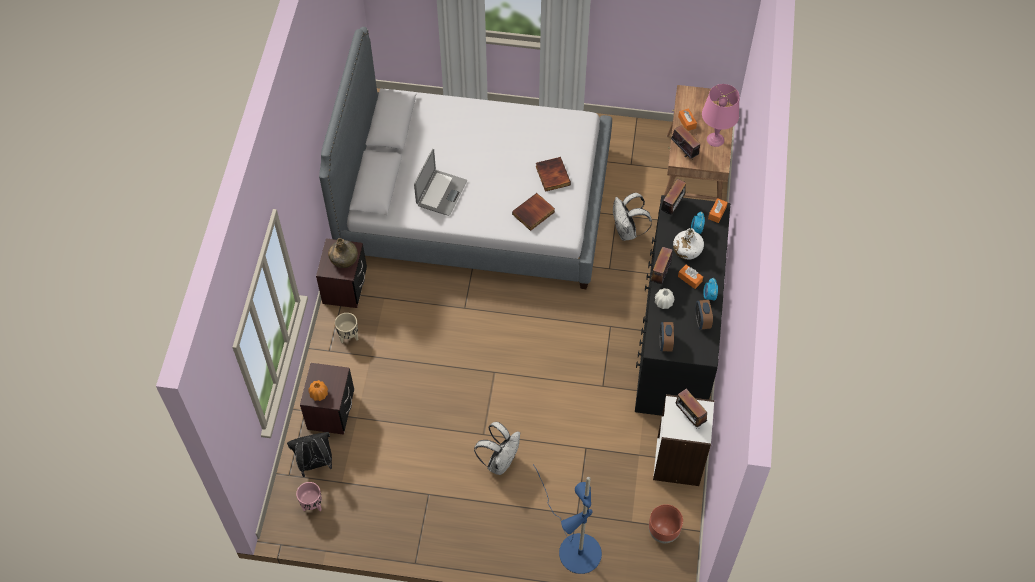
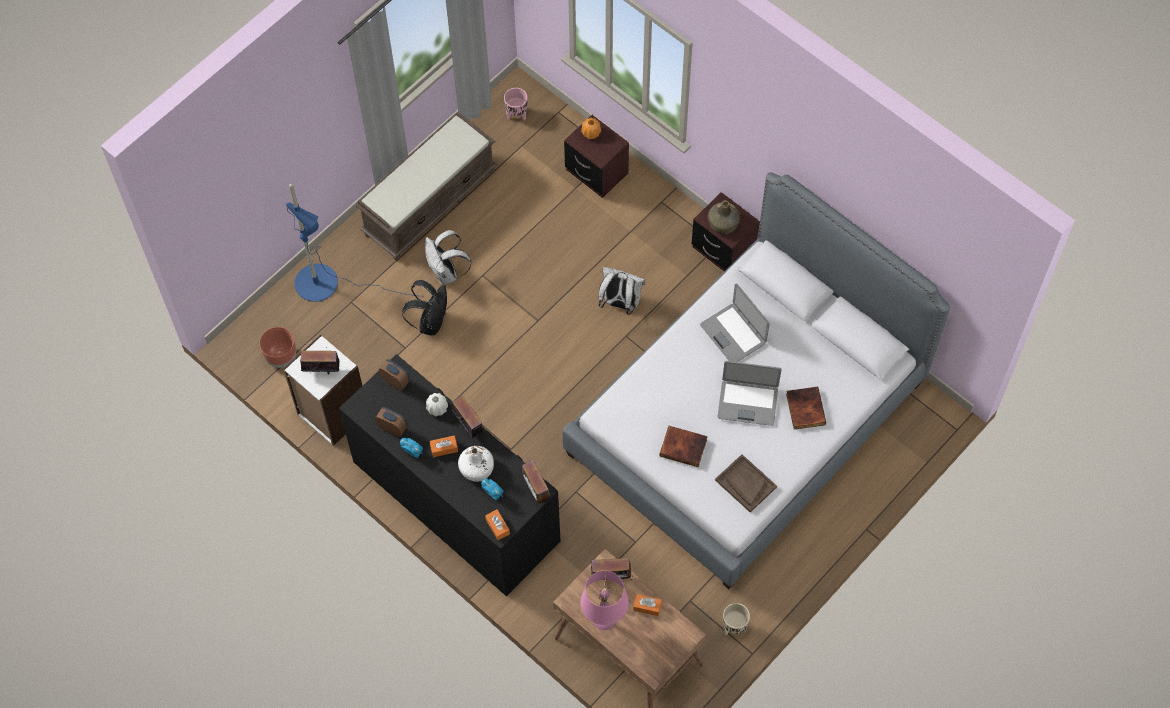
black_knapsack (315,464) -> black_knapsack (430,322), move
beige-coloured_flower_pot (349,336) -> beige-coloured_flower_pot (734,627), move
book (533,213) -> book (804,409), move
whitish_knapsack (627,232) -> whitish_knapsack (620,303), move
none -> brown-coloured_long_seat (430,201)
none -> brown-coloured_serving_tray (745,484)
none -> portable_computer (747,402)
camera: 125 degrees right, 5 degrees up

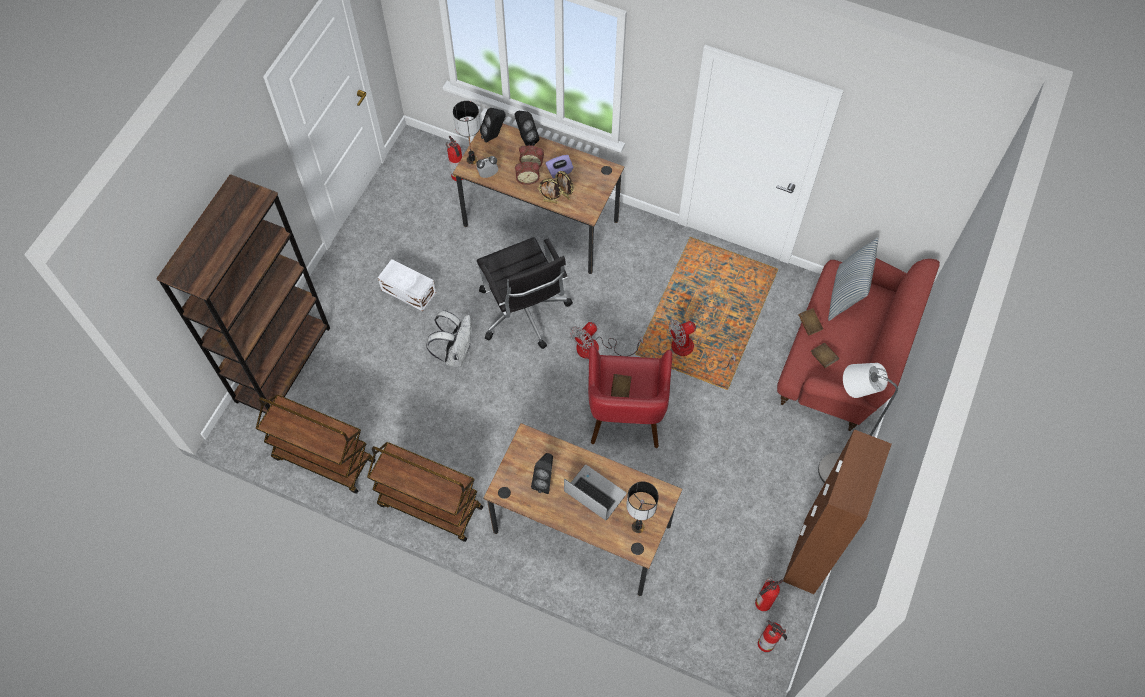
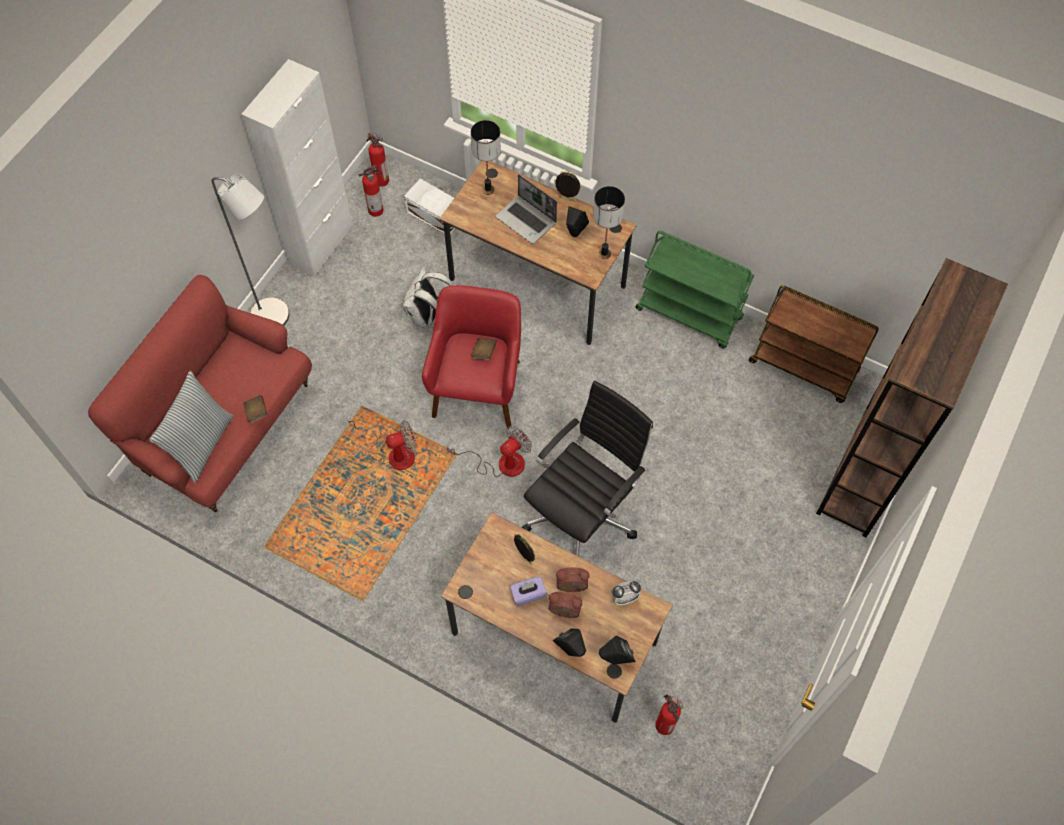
brown-coloured_trolley (429,506) -> green-coloured_trolley (690,314)
whitish_storage_bin (409,292) -> whitish_storage_bin (435,214), move
whitish_knapsack (456,353) -> whitish_knapsack (428,316), move
table_lamp (471,160) -> table_lamp (604,254), move
black_desk_chair (524,313) -> black_desk_chair (583,514), 60 degrees clockwise
photo_frame (550,201) -> photo_frame (567,199), move
brown-coloured_cabinet (809,555) -> whitish_cabinet (321,244)
brown-coloured_book (823,358) -> none
camera: 175 degrees left, 0 degrees up

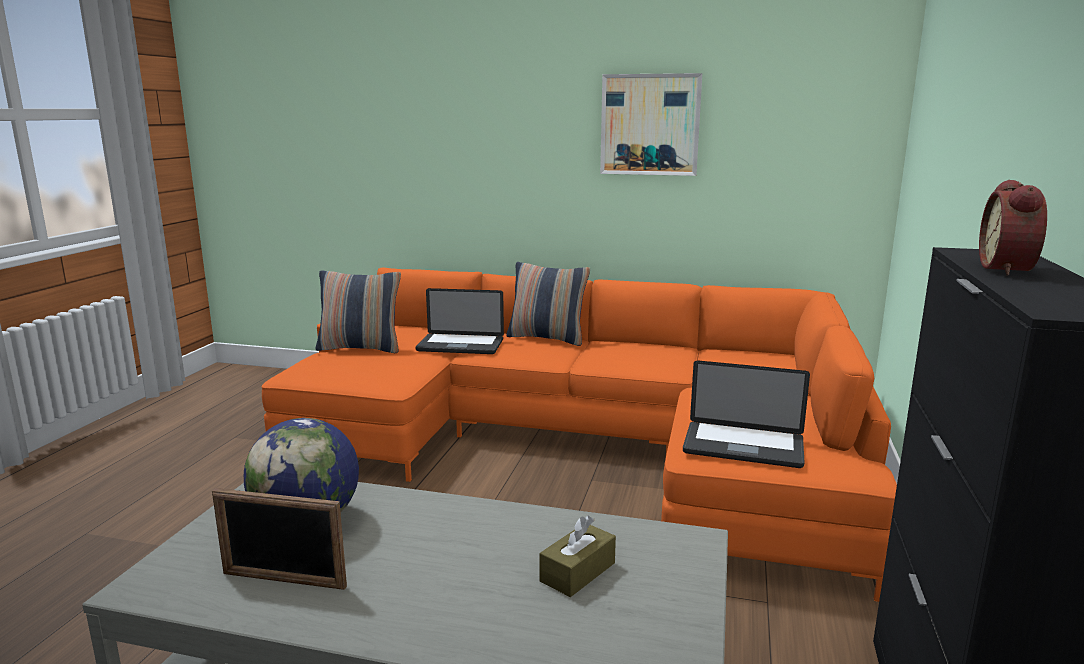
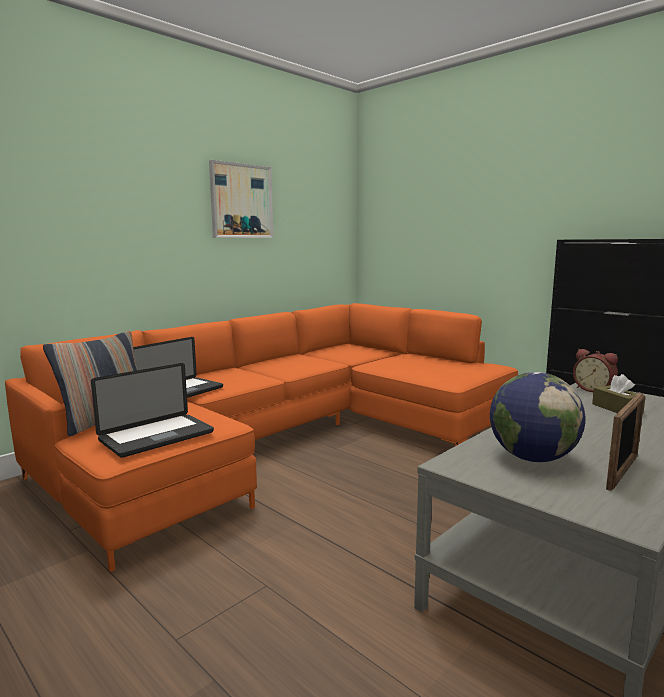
pillow (547,338) -> none
portable_computer (743,446) -> portable_computer (157,436), move
bedside_clock (1010,269) -> bedside_clock (594,389), move
camera: 60 degrees left, 5 degrees down

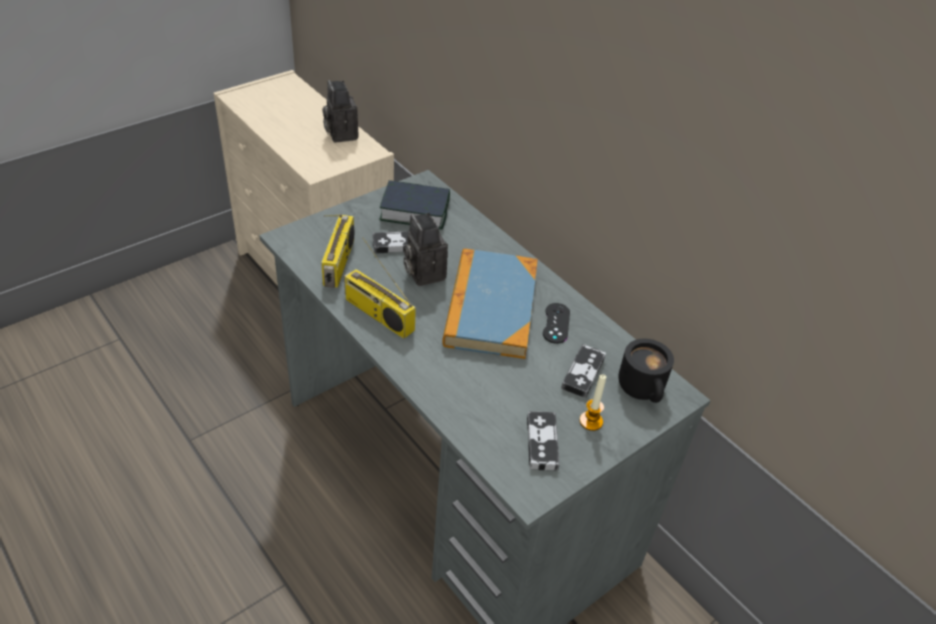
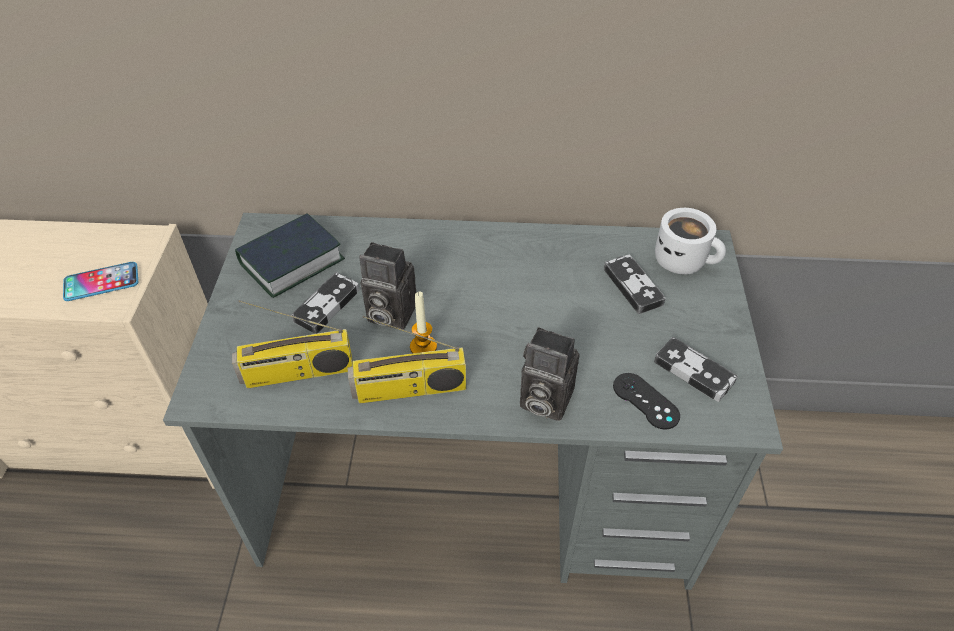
radio_receiver (339,263) -> radio_receiver (297,373), 120 degrees clockwise
still_camera (340,134) -> still_camera (542,400), move
book (491,307) -> none
black_game_controller (556,323) -> black_game_controller (645,401), move
candle (591,421) -> candle (423,347), move
black_mug (644,388) -> whitish_mug (684,260)
none -> phone (101,282)
camera: 45 degrees left, 5 degrees up

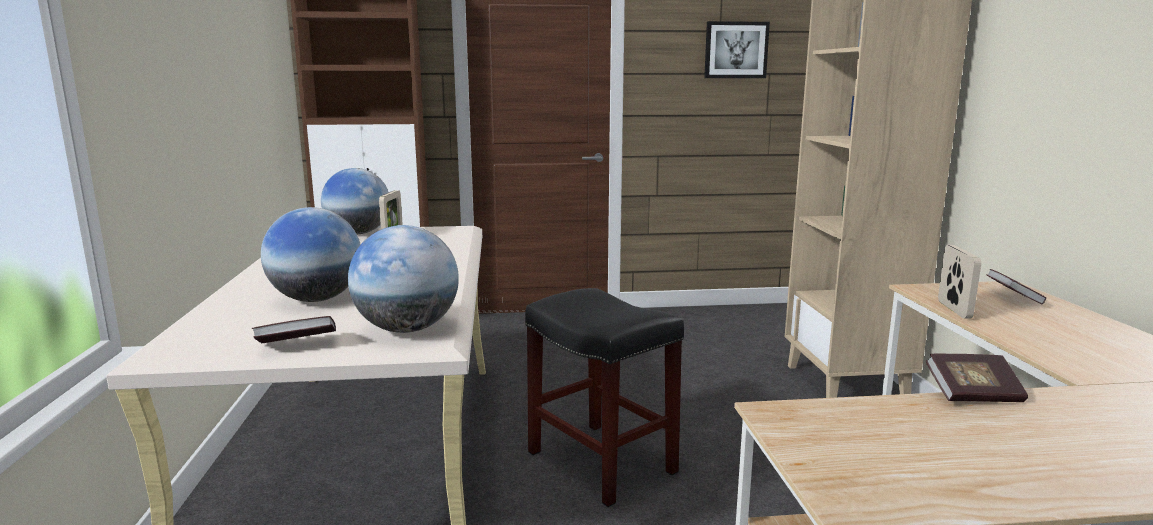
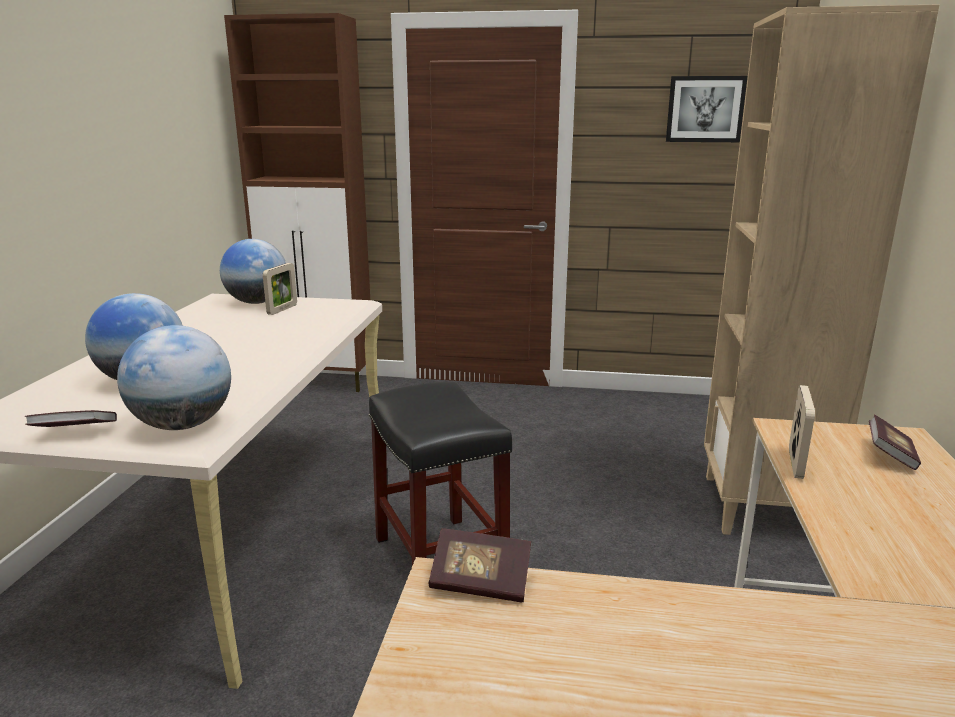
book (973,395) -> book (480,582), move
camera: 15 degrees right, 5 degrees up

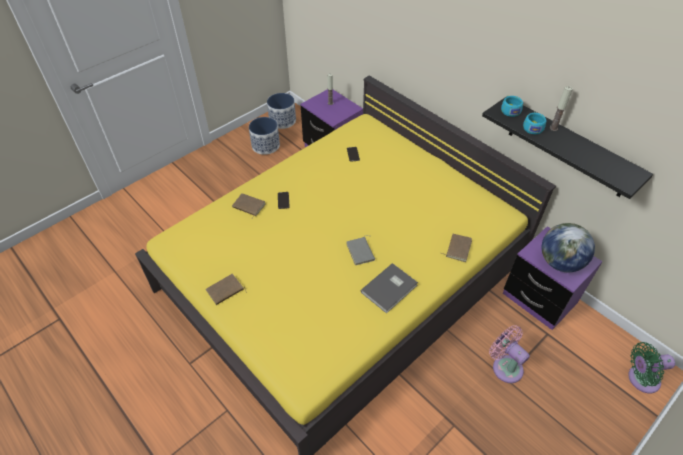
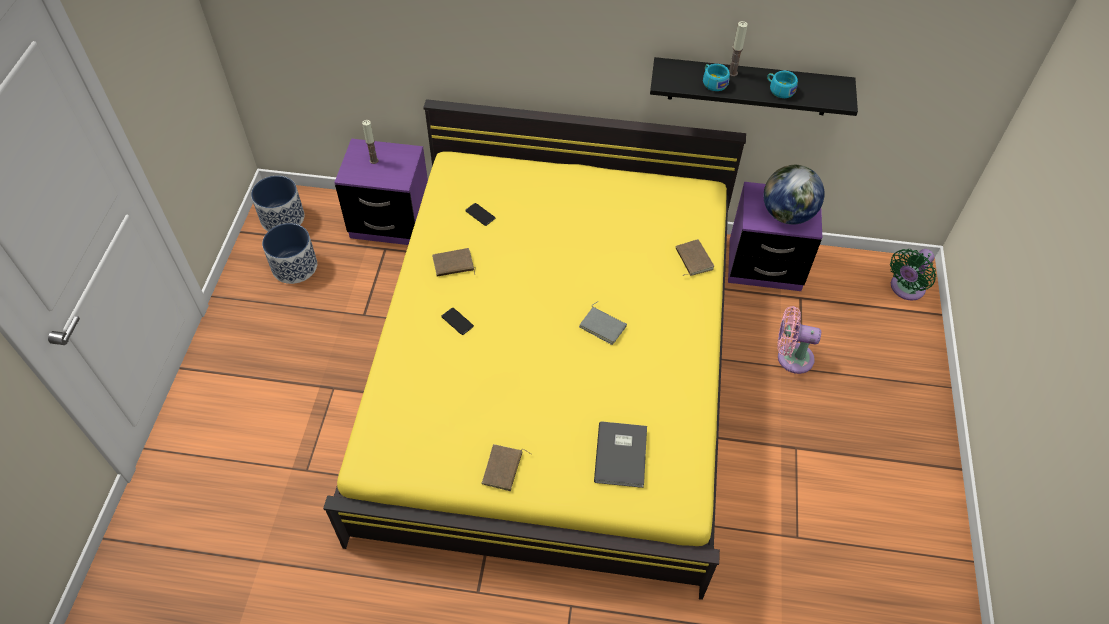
brown-coloured_book (248,206) -> brown-coloured_book (453,265), move
grey_book (390,289) -> grey_book (622,454), move
blue-green_small_cup (509,110) -> blue-green_small_cup (779,89), move
camera: 40 degrees left, 5 degrees up

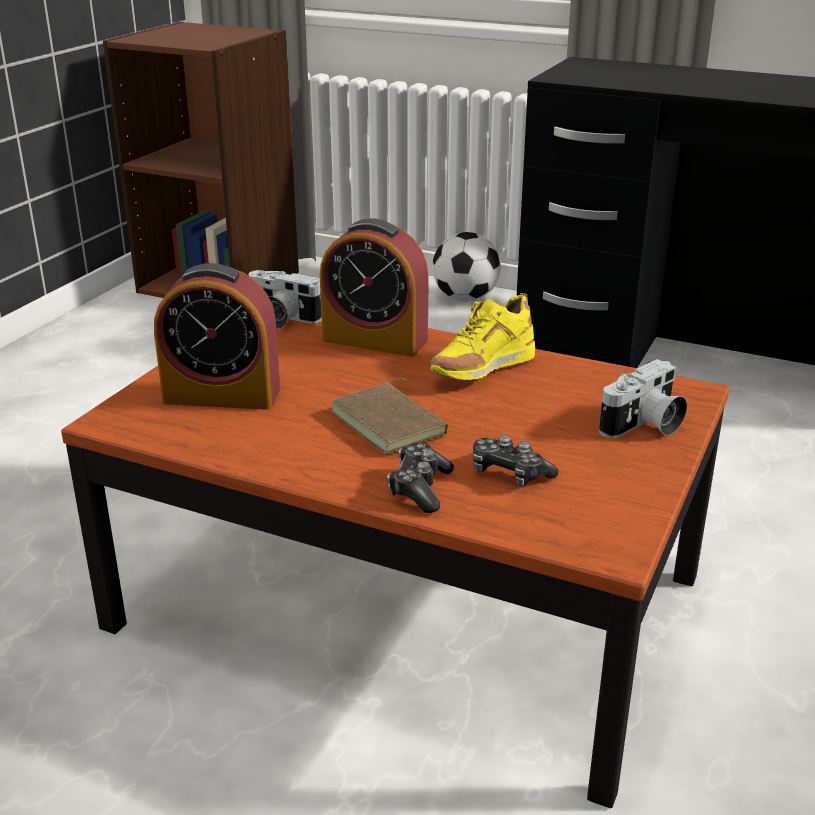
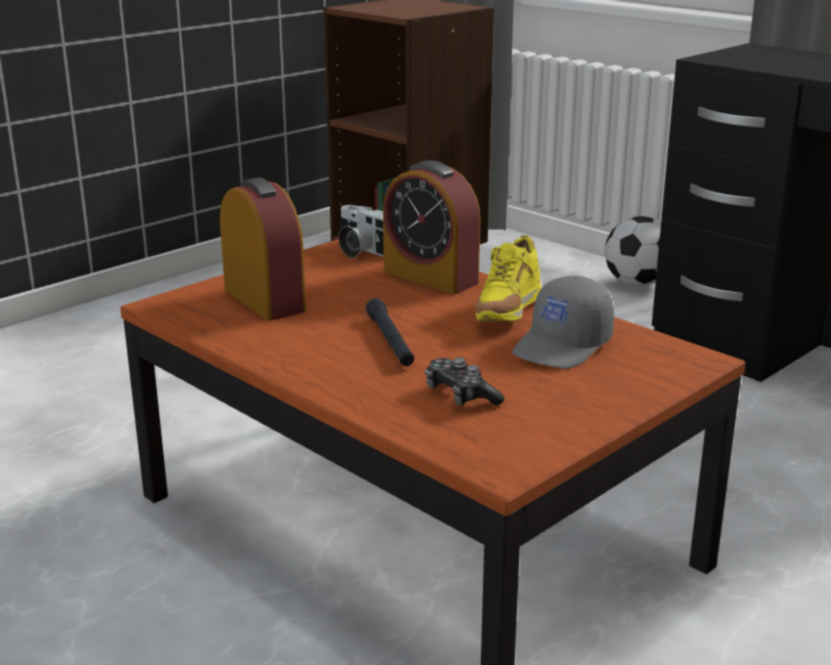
bedside_clock (222,395) -> bedside_clock (264,300), 150 degrees counterclockwise
brown-coloured_book (392,423) -> black_torch (390,341)
game_controller (420,488) -> none
yellowish_item_of_footwear (481,371) -> yellowish_item_of_footwear (506,314), 45 degrees counterclockwise
still_camera (644,426) -> none
none -> grey_cap (563,346)
camera: 20 degrees right, 5 degrees down

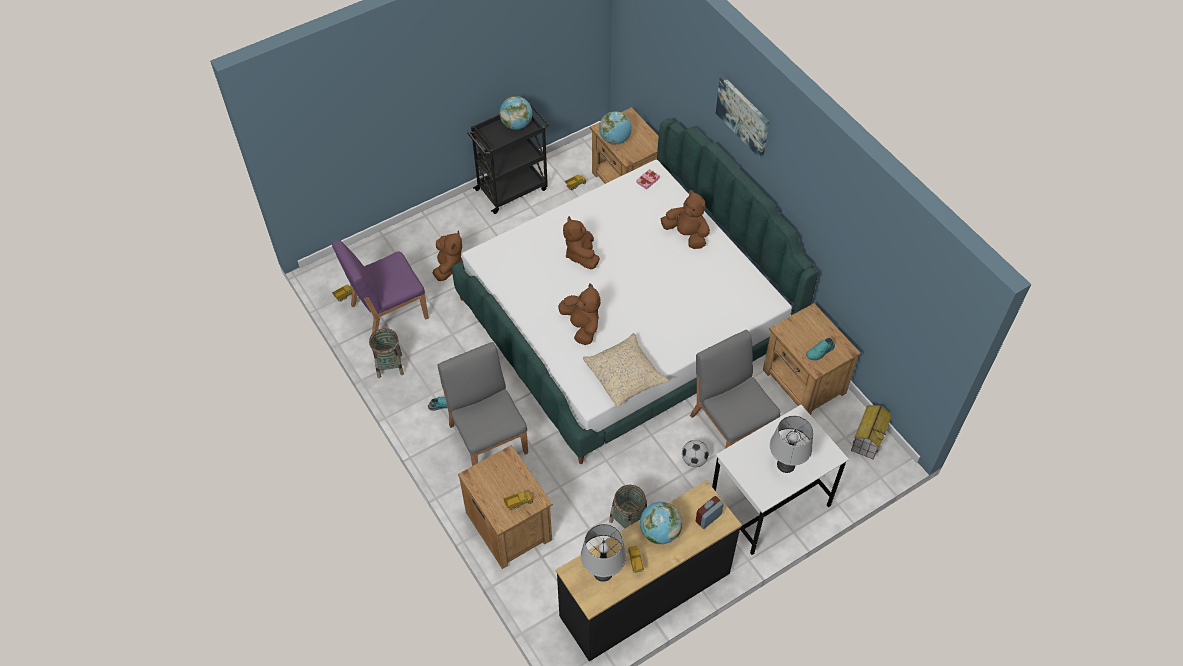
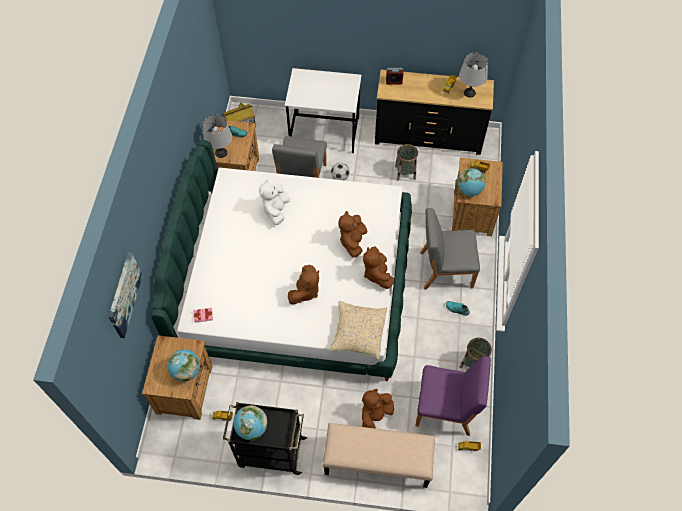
grey_plain_chair (488,437) -> grey_plain_chair (445,269), 75 degrees clockwise
beige-coloured_pillow (625,376) -> beige-coloured_pillow (358,332), move
world_globe (659,532) -> world_globe (469,190), move
brown-coloured_soft_toy (686,235) -> brown-coloured_soft_toy (377,273), move
wall_art (743,116) -> wall_art (124,295), move
grey_table_lamp (785,465) -> grey_table_lamp (221,153), move
none -> whitish_soft_toy (276,210)
none -> beige-coloured_long_seat (377,462)
camera: 140 degrees left, 5 degrees up

